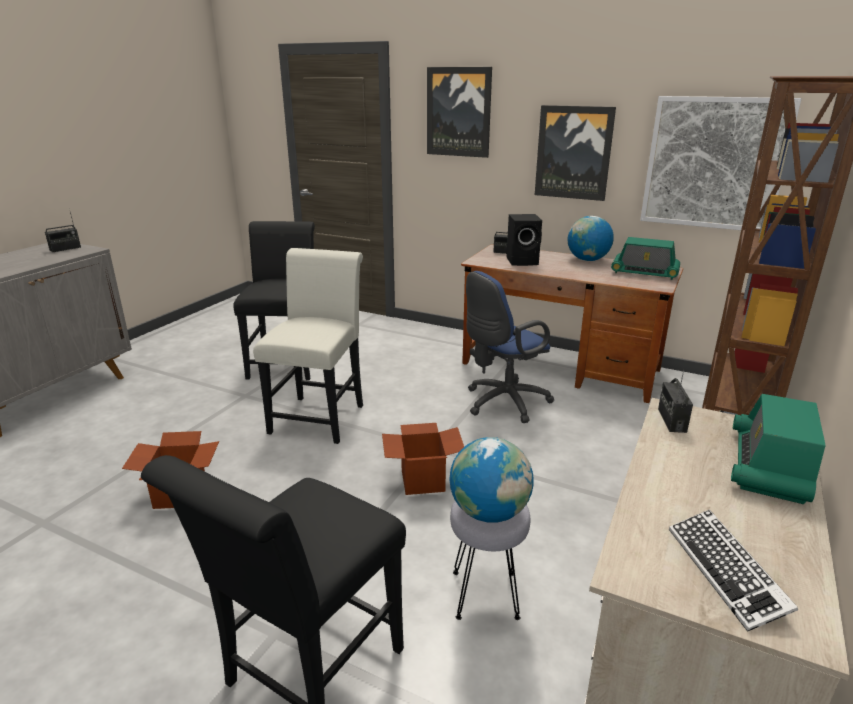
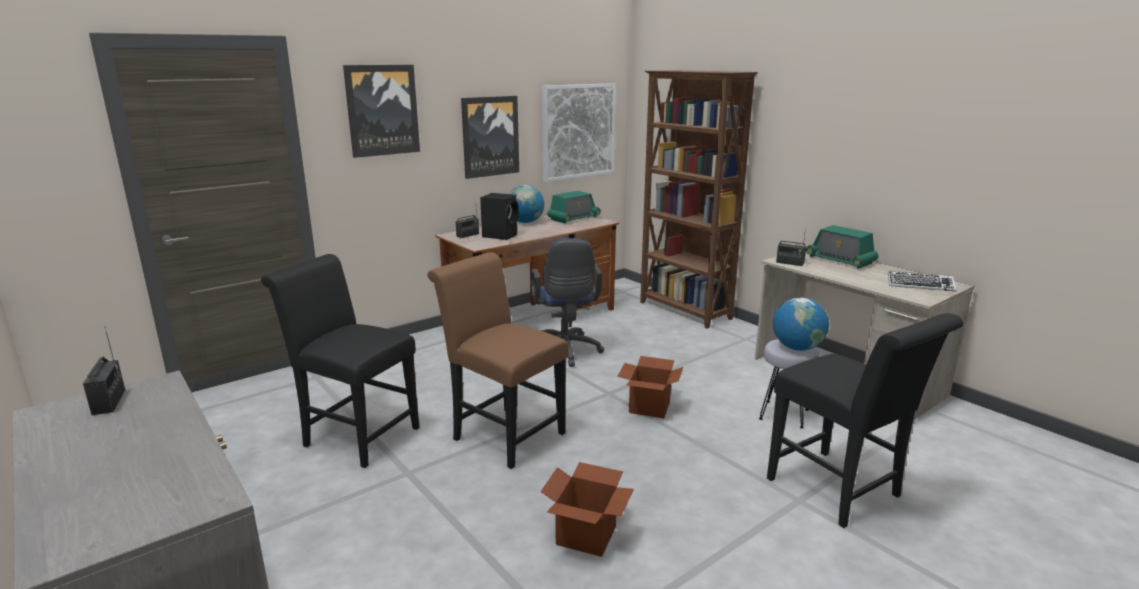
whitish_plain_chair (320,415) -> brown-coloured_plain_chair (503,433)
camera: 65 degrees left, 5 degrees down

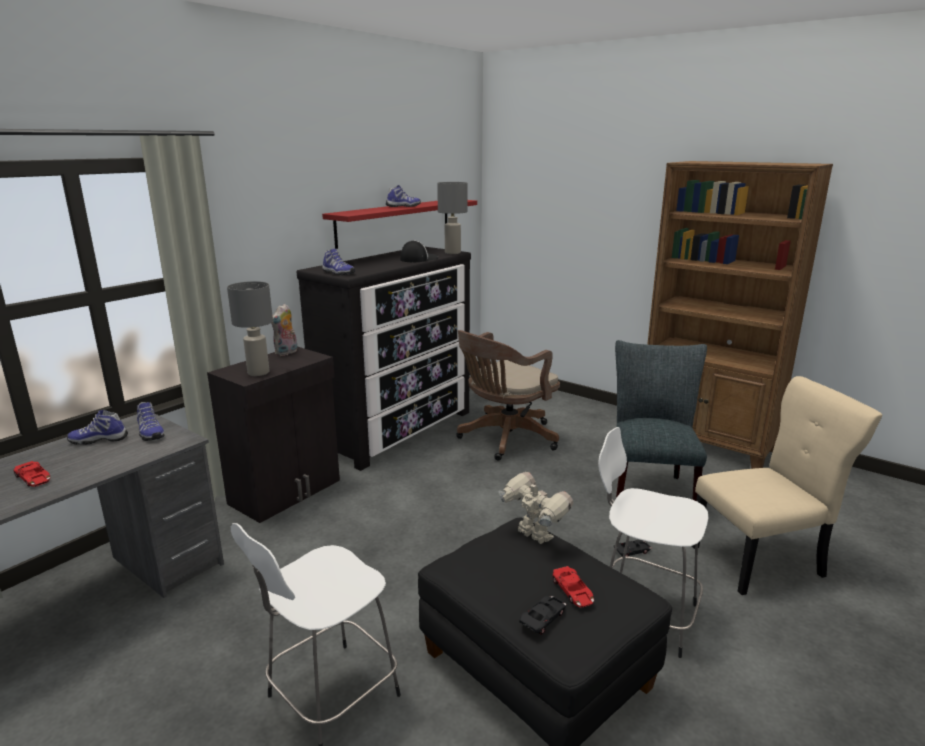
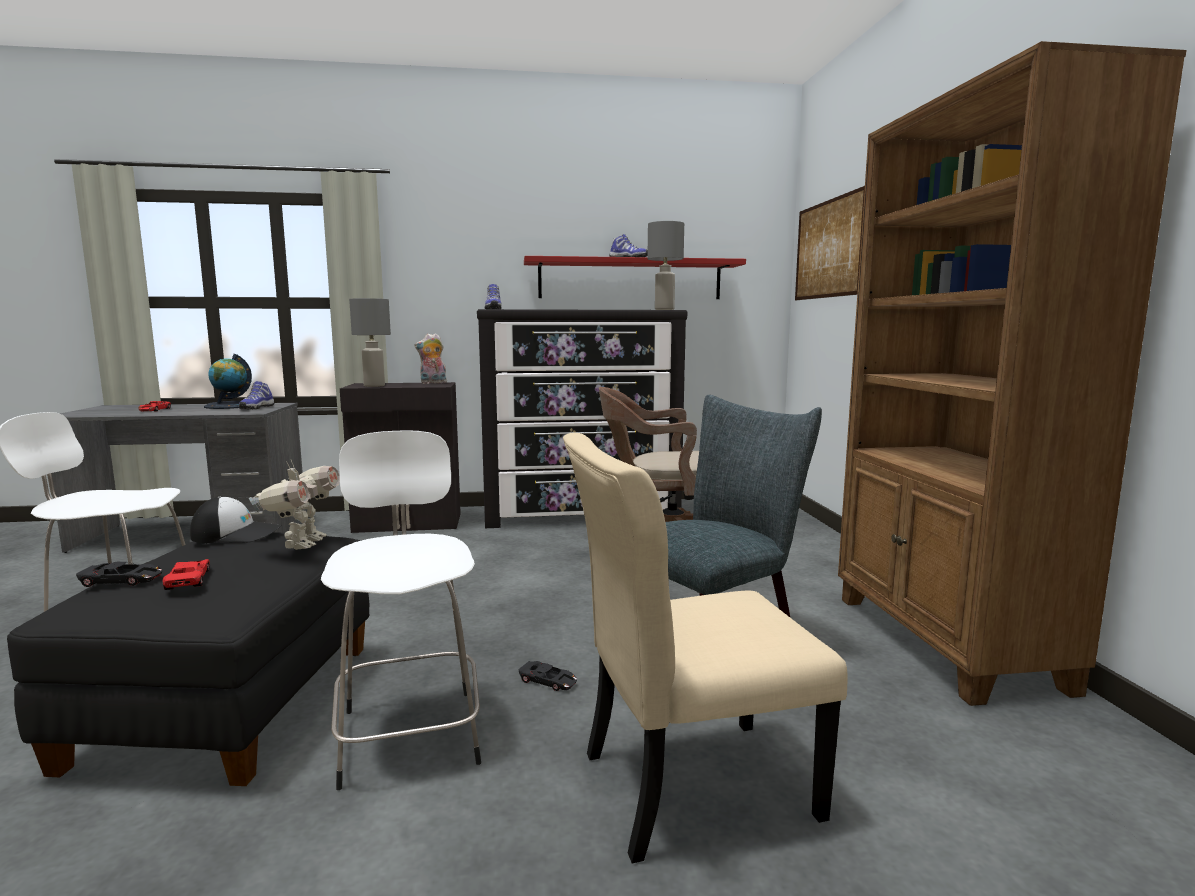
item_of_footwear (99,440) -> world_globe (231,406)
cap (418,259) -> cap (237,534), move
reddish_toy_car (573,591) -> reddish_toy_car (189,579), 135 degrees clockwise
beige-coloured_plain_chair (761,560) -> beige-coloured_plain_chair (687,786), 135 degrees clockwise
none -> wall_art (828,249)
camera: 45 degrees right, 10 degrees down

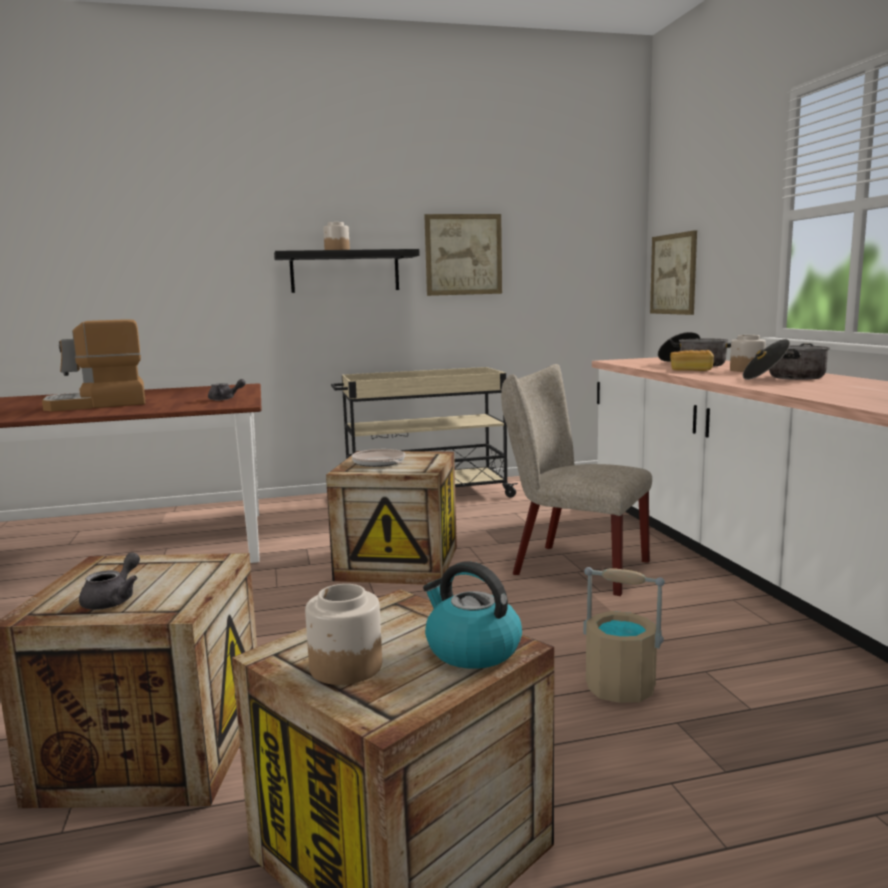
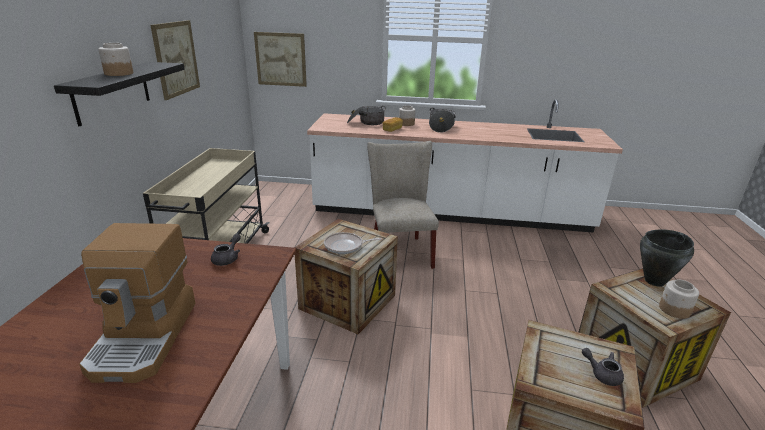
tea_kettle (471,650) -> black_cooking_pot (655,281)
beige-coloured_plain_chair (572,567) -> beige-coloured_plain_chair (399,251), 120 degrees clockwise
beige-coloured_bucket (620,688) -> none
camera: 70 degrees left, 15 degrees up

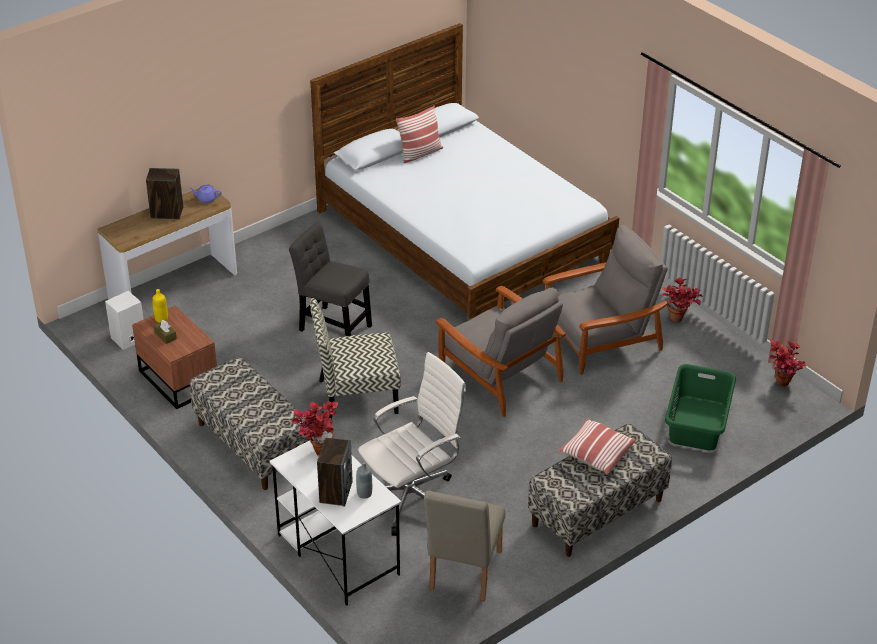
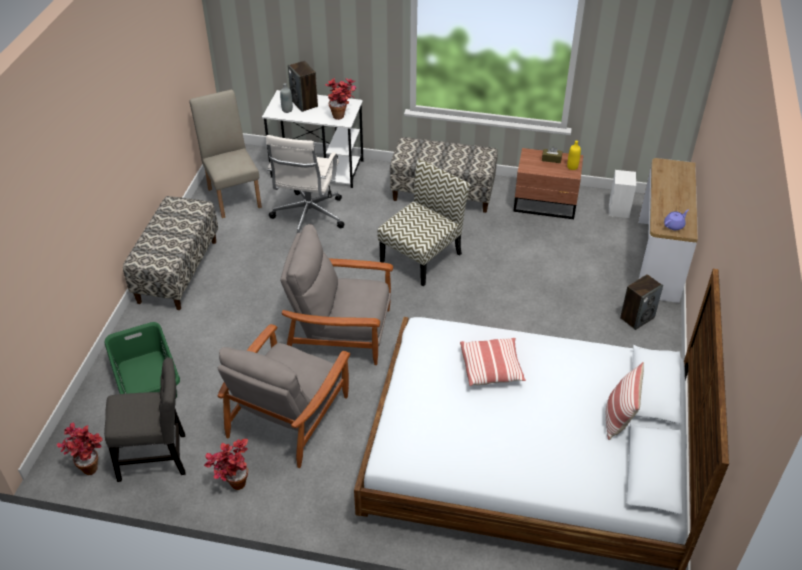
audio_speaker (166,213) -> audio_speaker (637,317), move
grey_plain_chair (332,326) -> grey_plain_chair (156,457), move
pillow (596,454) -> pillow (491,368), move
camera: 140 degrees right, 5 degrees up

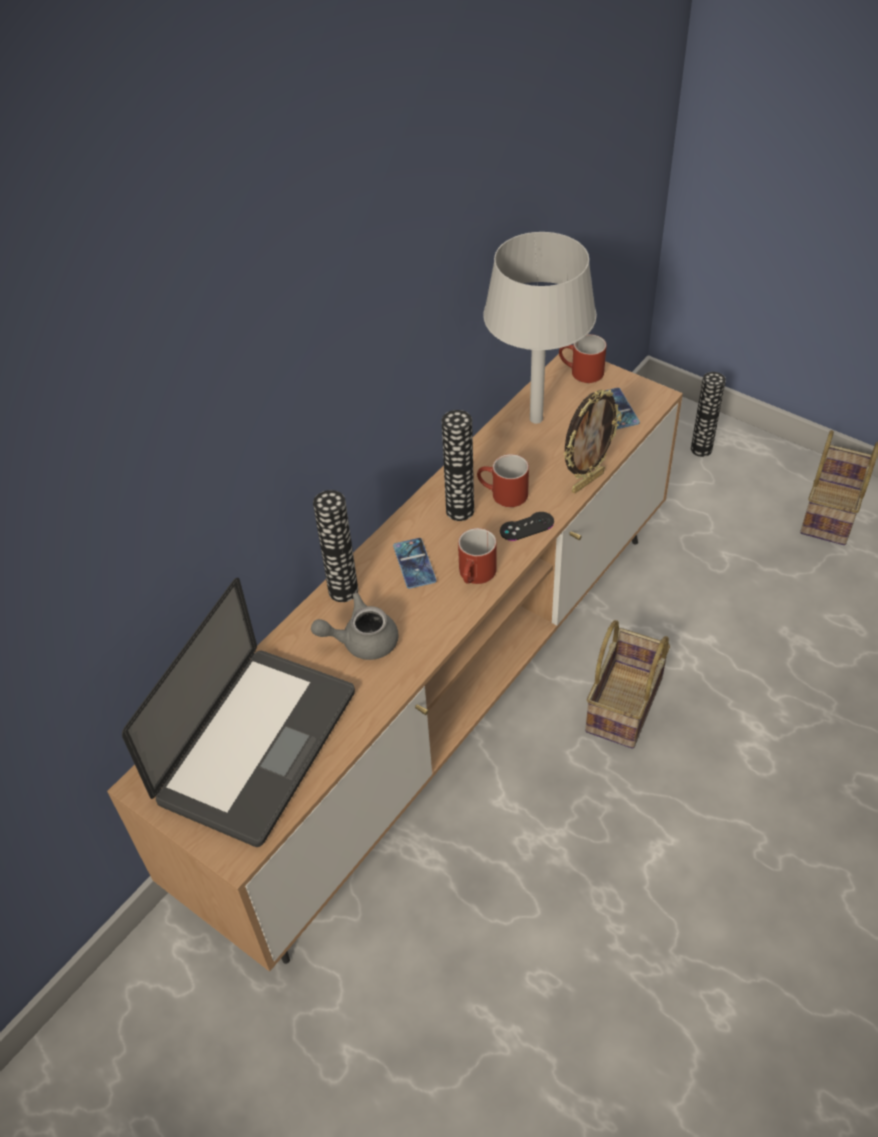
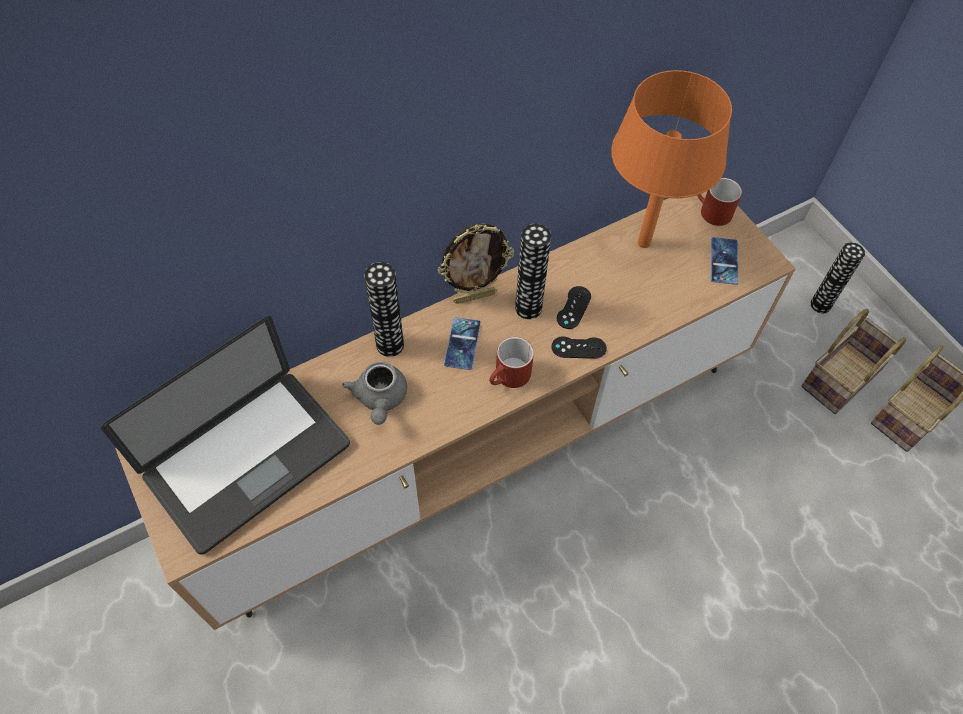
grey_tea_pot (361,641) -> grey_tea_pot (380,399), 105 degrees counterclockwise
reddish_mug (502,495) -> black_game_controller (573,307)
grey_table_lamp (536,419) -> orange_table_lamp (643,243)
photo_frame (587,481) -> photo_frame (474,296), move
storage_basket (625,707) -> storage_basket (841,380), move
camera: 20 degrees right, 10 degrees up

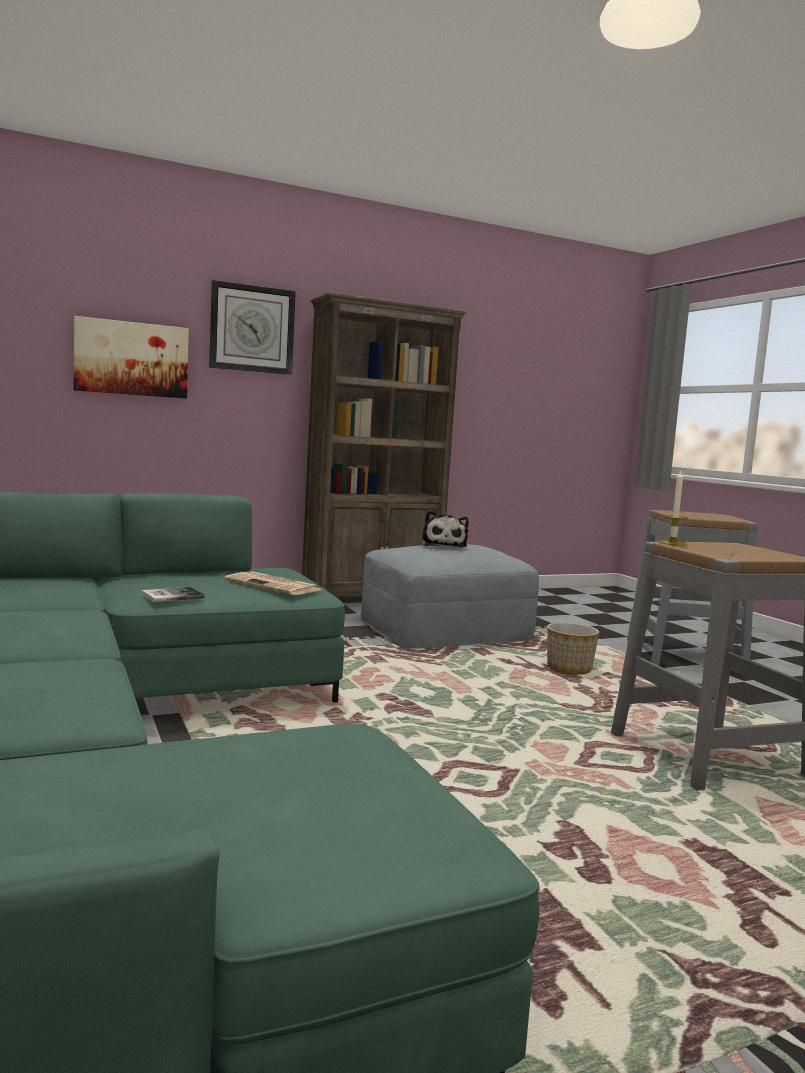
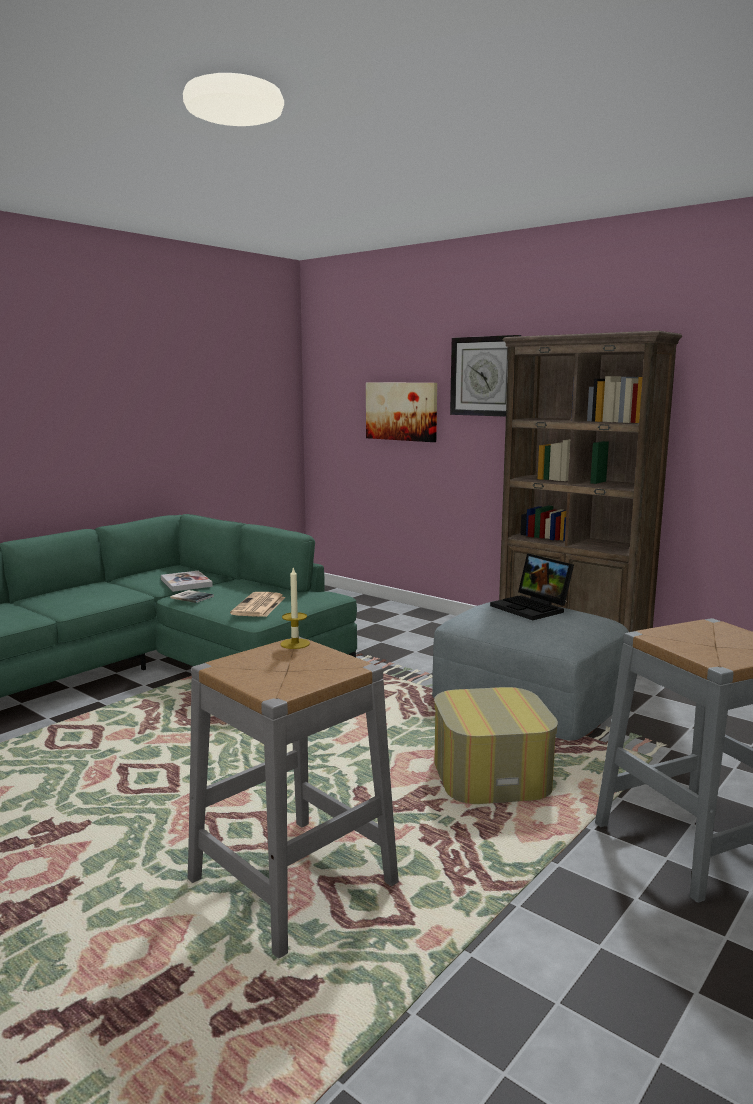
soft_toy (443,545) -> portable_computer (533,608)
flower_pot (568,669) -> ottoman (491,775)
none -> book (186,583)
camera: 65 degrees right, 5 degrees up

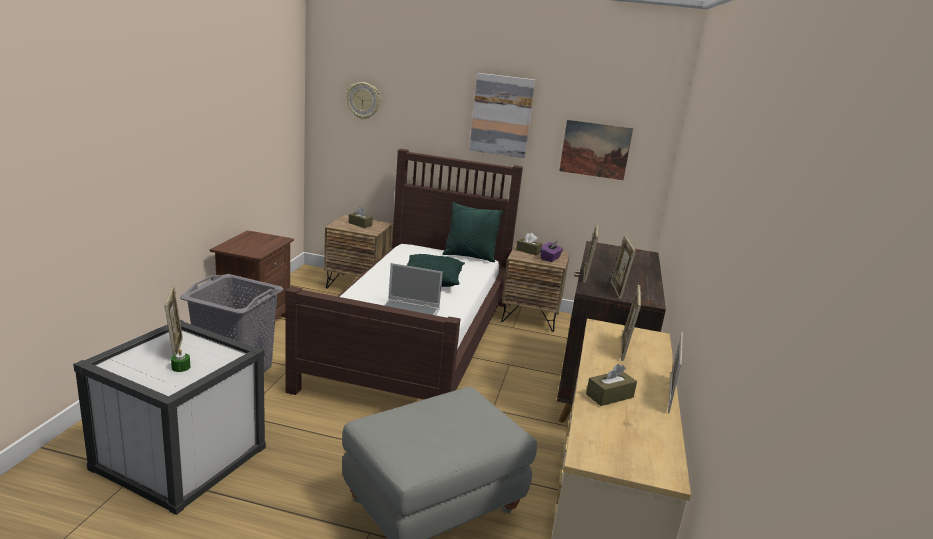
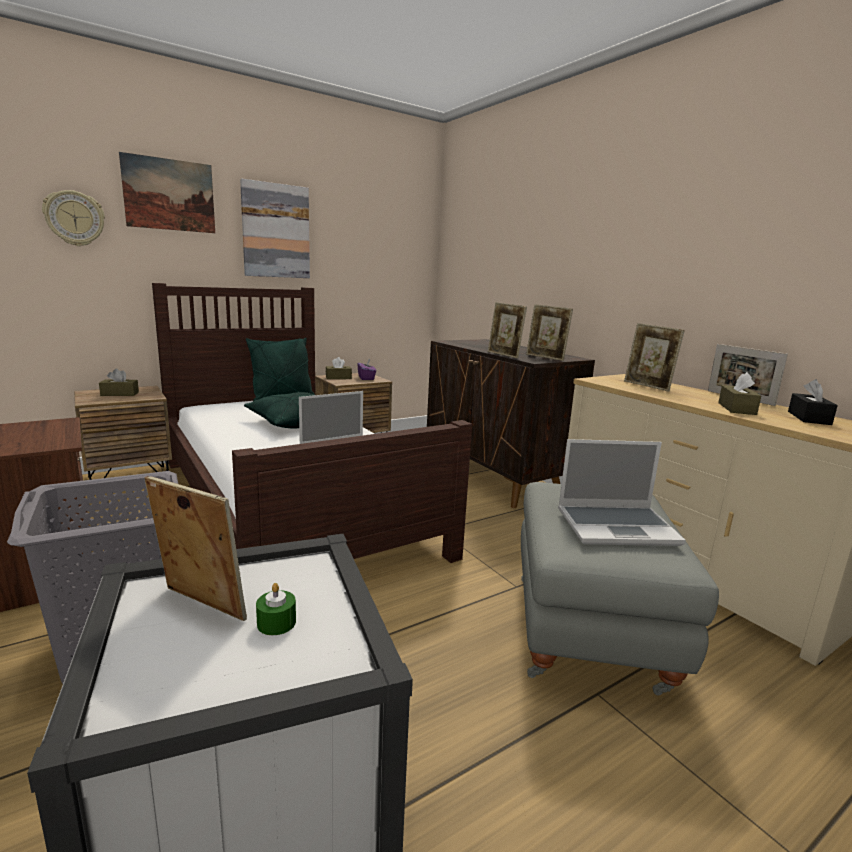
wall_art (595,150) -> wall_art (169,195), move
none -> portable_computer (617,526)
none -> black_tissue_holder (809,418)
camera: 45 degrees left, 5 degrees down

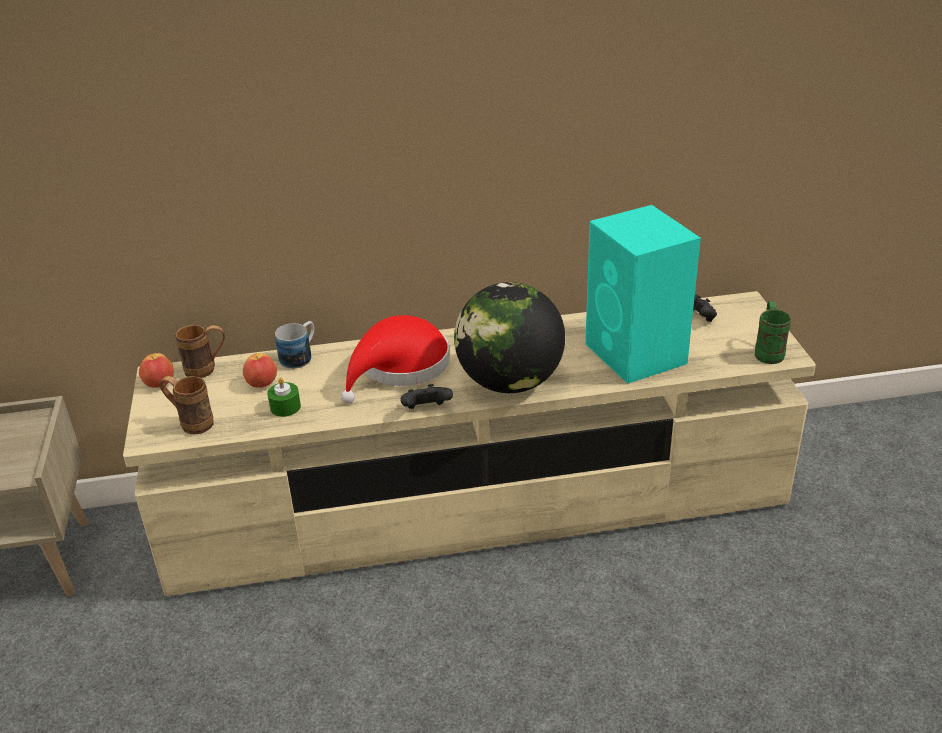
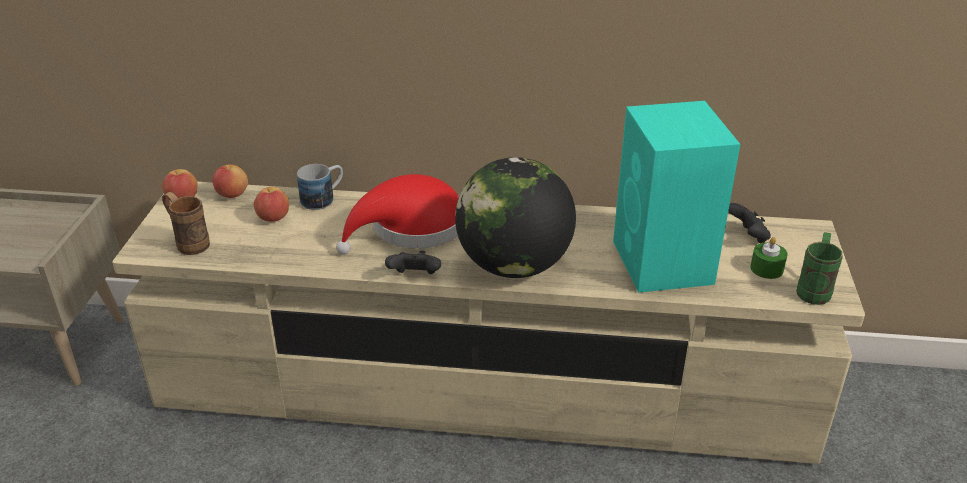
brown-coloured_mug (207,369) -> apple (232,195)
green-coloured_candle (285,407) -> green-coloured_candle (766,269), move
camera: 15 degrees right, 0 degrees up

